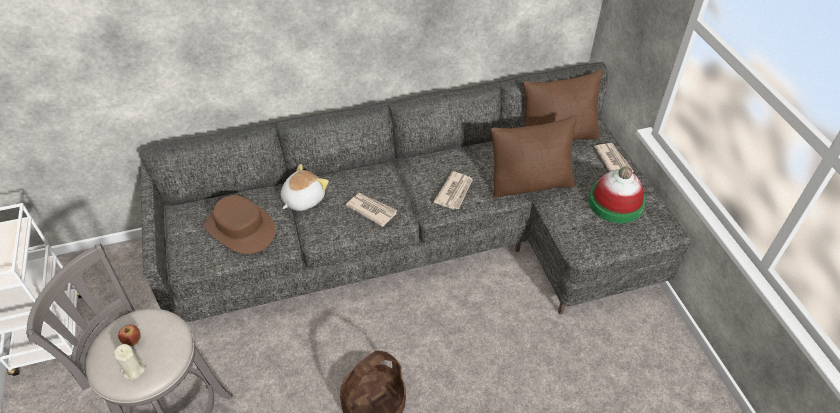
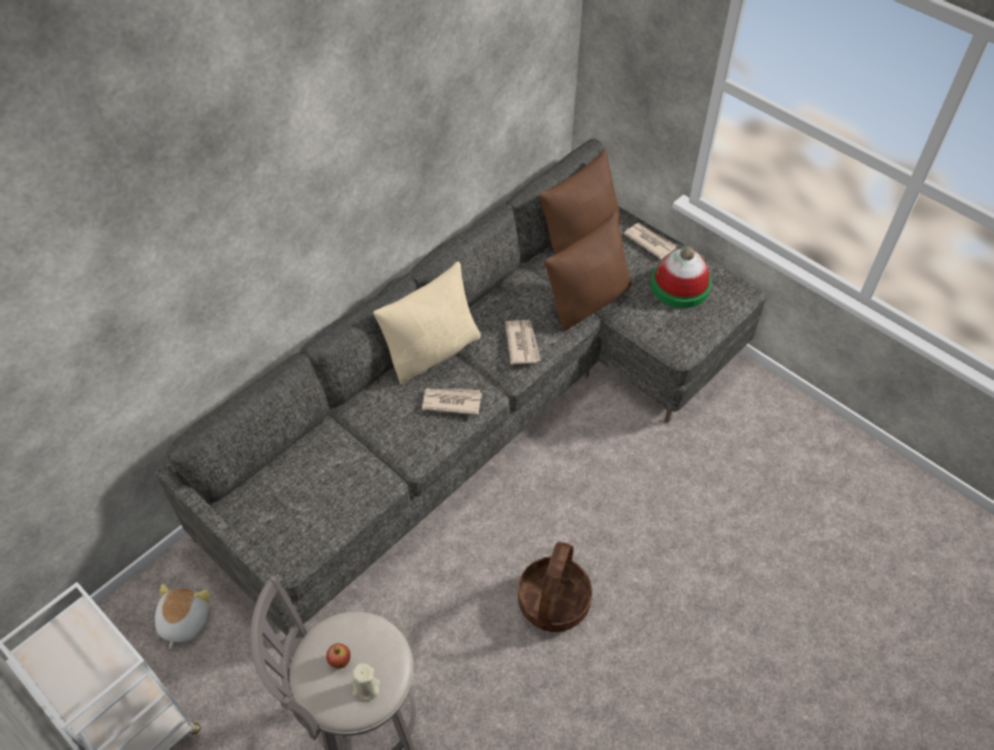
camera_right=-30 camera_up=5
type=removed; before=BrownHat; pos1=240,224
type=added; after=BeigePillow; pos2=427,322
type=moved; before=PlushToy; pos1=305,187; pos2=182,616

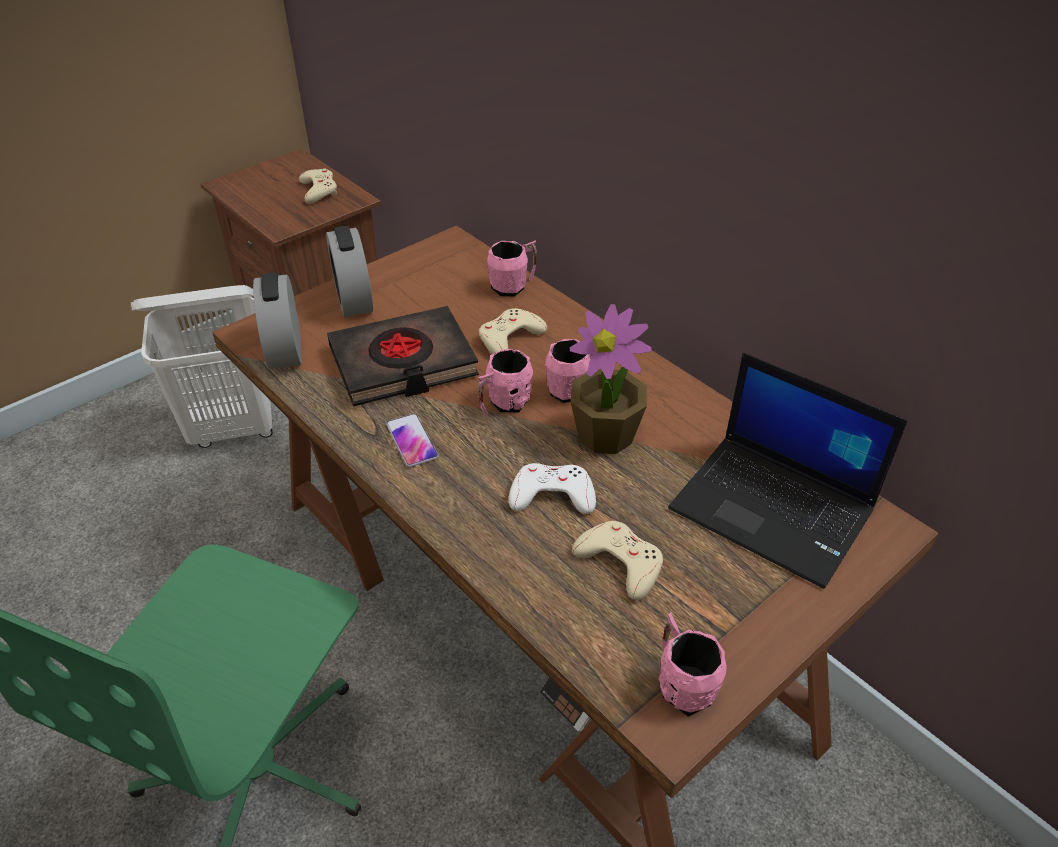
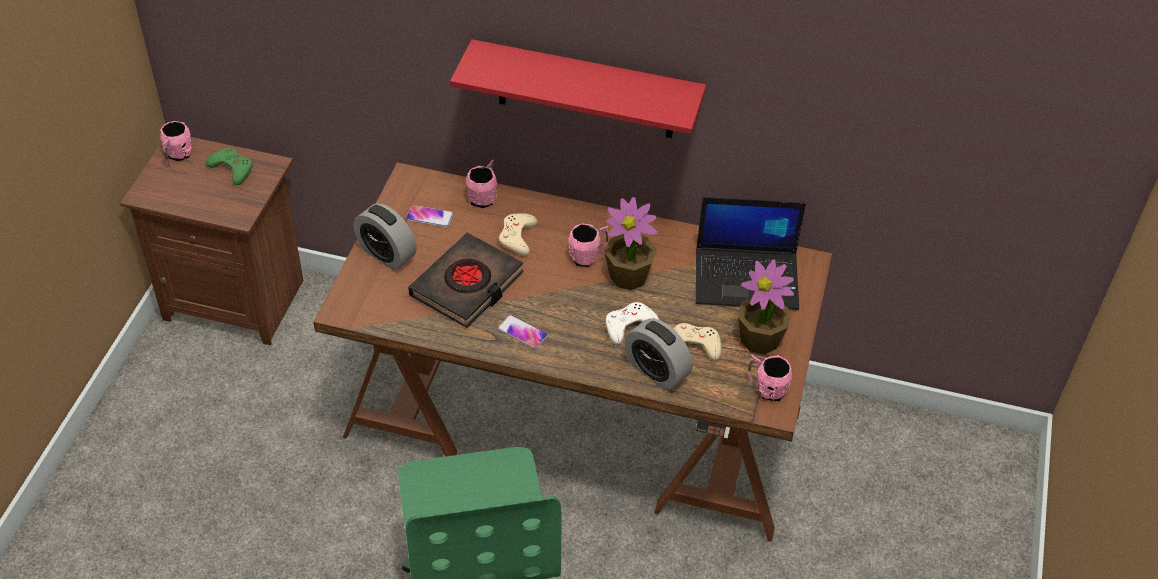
camera_right=-35 camera_up=5
type=removed; before=WhiteLaundryBasket; pos1=202,366
type=added; after=Phone; pos2=430,216
type=added; after=RedShelf; pos2=578,88
type=added; after=PottedPlant; pos2=766,307
type=moved; before=AlarmClock; pos1=277,321; pos2=658,354
type=moved; before=PinkMug; pos1=506,383; pos2=176,144
type=recoloured; before=BeigeGameController; after=GreenGameController; pos1=318,186; pos2=229,166

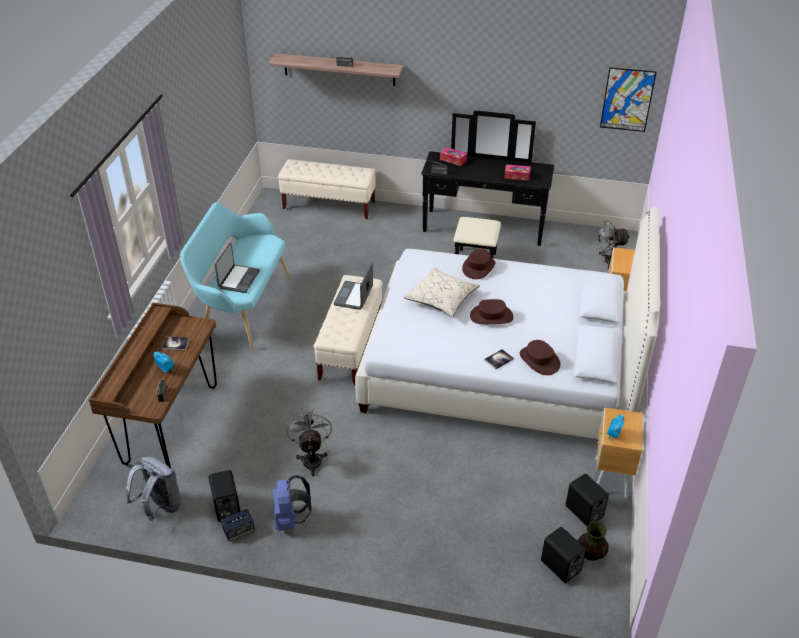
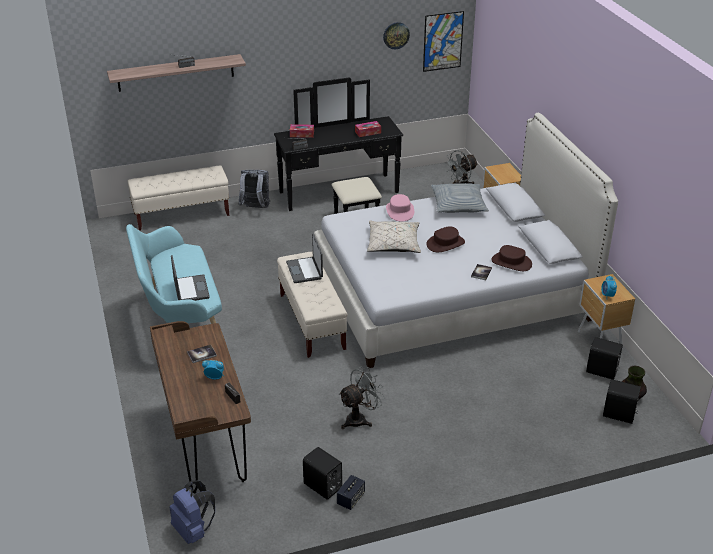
camera_right=-30 camera_up=-5
type=added; after=WallClock; pos2=396,35
type=added; after=Pillow; pos2=460,198
type=moved; before=GreyBackpack; pos1=153,489; pos2=254,189
type=moved; before=BlueBackpack; pos1=292,503; pos2=192,512
type=recoloured; before=BrownHat; after=PinkHat; pos1=478,264; pos2=400,208
type=turned; before=GreyFan; pos1=309,442; pos2=362,398; turn=90

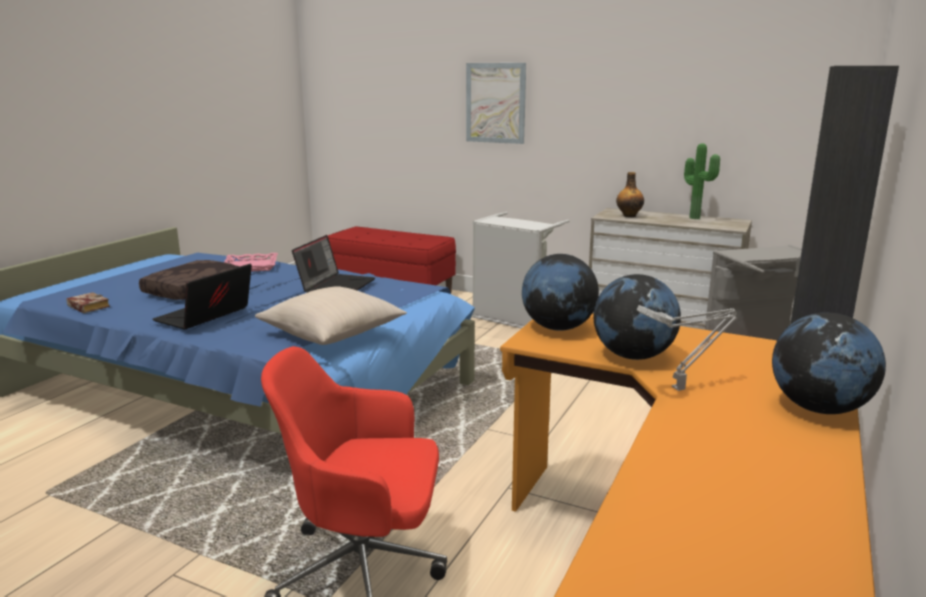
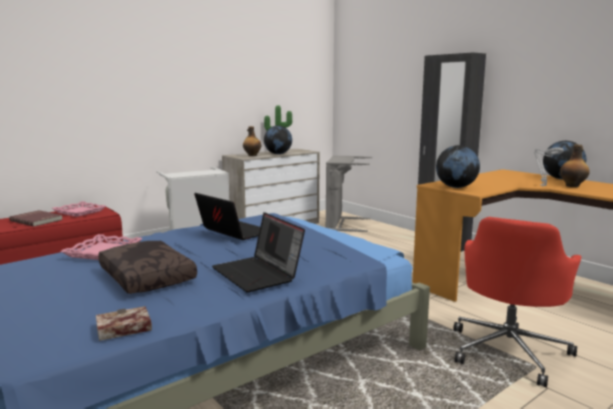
camera_right=-65 camera_up=-5
type=removed; before=BeigePillow; pos1=331,315
type=removed; before=Picture; pos1=496,103
type=added; after=RedBook; pos2=36,218
type=added; after=PinkTray; pos2=79,209
type=added; after=Bottle; pos2=575,165
type=moved; before=Globe; pos1=637,317; pos2=278,139

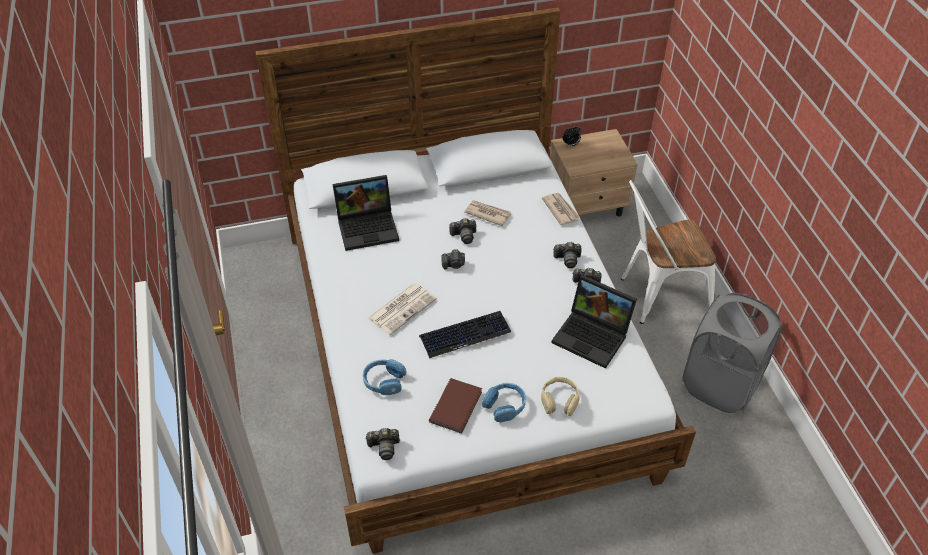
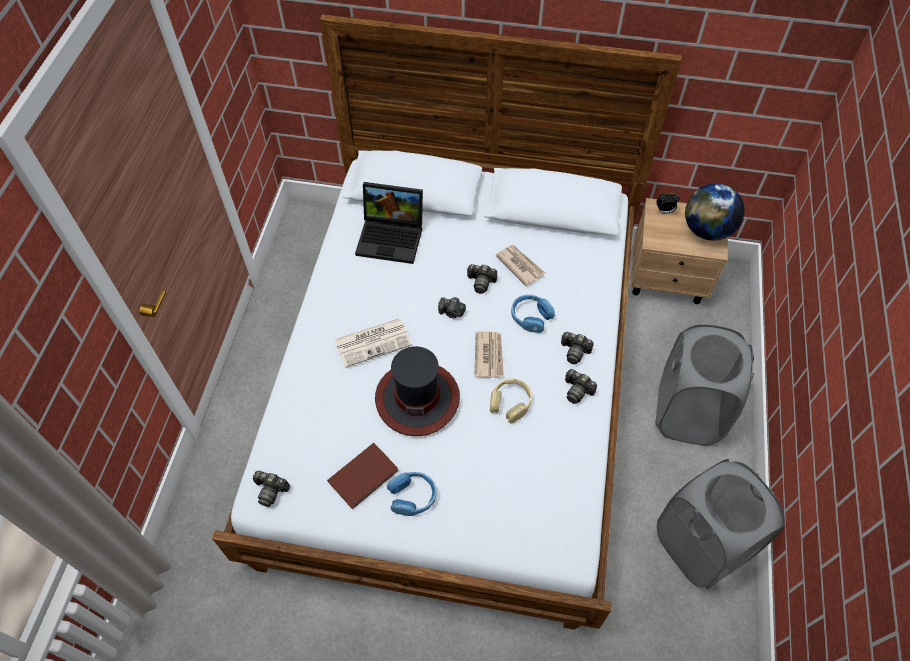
camera_right=25 camera_up=10
type=removed; before=Laptop; pos1=594,322
type=added; after=Globe; pos2=715,212
type=moved; before=BlueHeadphones; pos1=384,377; pos2=533,313
type=moved; before=BeigeHeadphones; pos1=560,396; pos2=511,400
type=moved; before=Newspaper; pos1=561,209; pos2=489,354
type=replaced; before=Keyboard; after=Hat; pos1=465,334; pos2=417,391
type=replaced; before=WhiteChair; after=GreyLaundryBasket; pos1=668,252; pos2=704,385

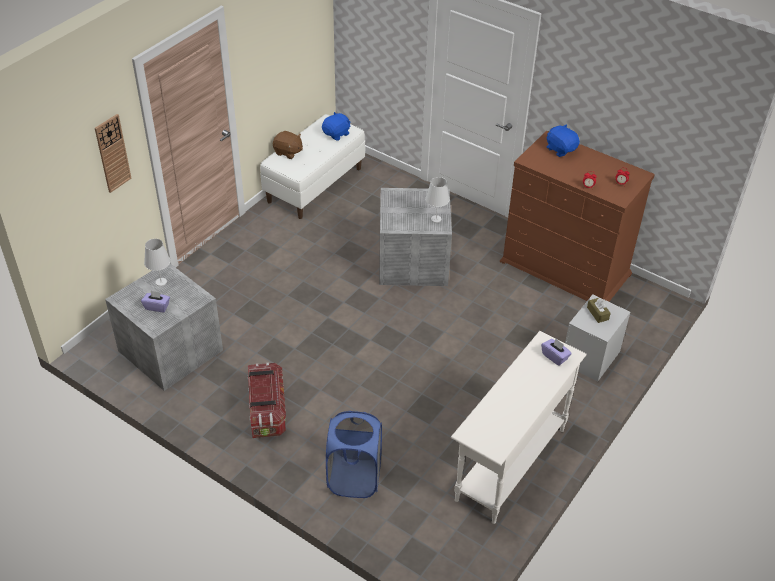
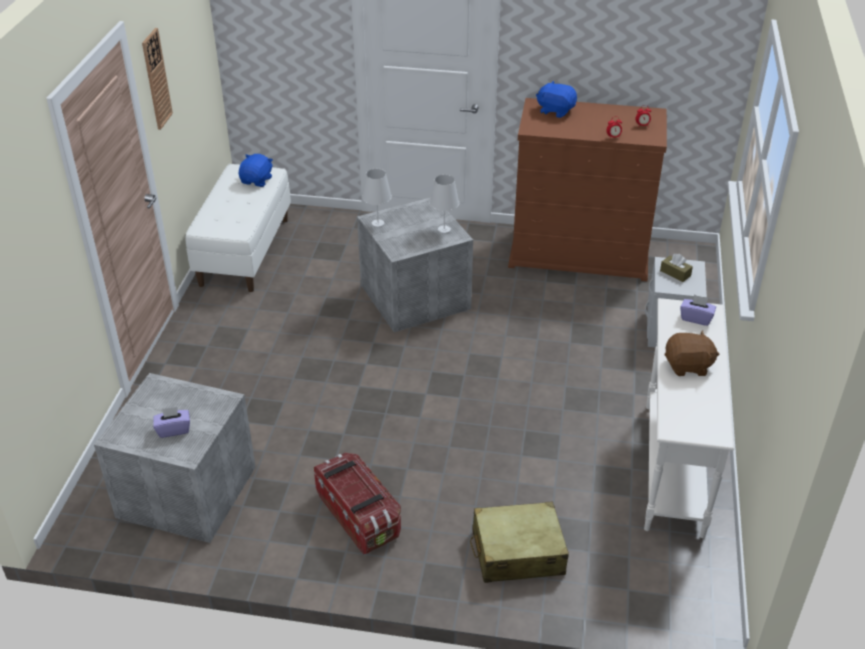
camera_right=-25 camera_up=-5
type=moved; before=WallClock; pos1=113,153; pos2=157,79
type=moved; before=WhiteTableLamp; pos1=157,262; pos2=377,198
type=moved; before=BrownPlushToy; pos1=288,145; pos2=692,353
type=replaced; before=BlueLaundryBasket; after=BeigeSuitcase; pos1=354,454; pos2=519,542

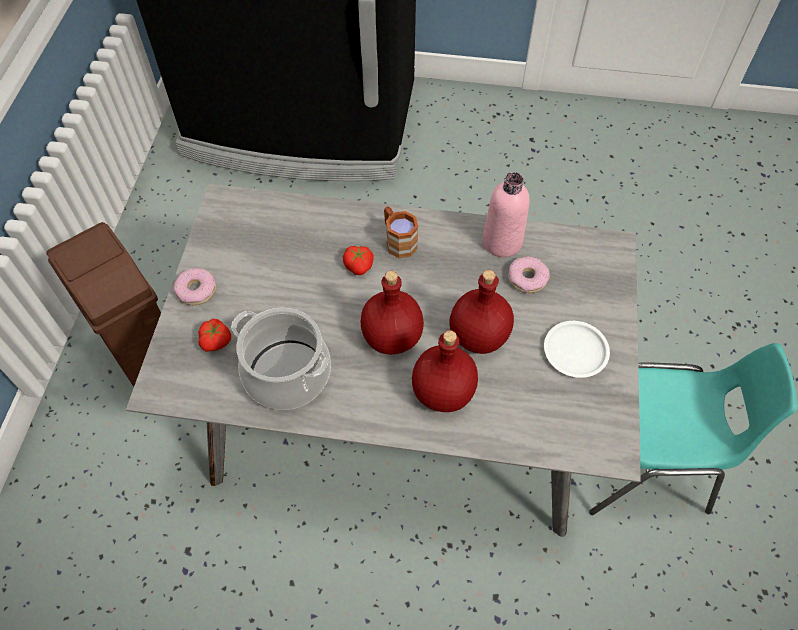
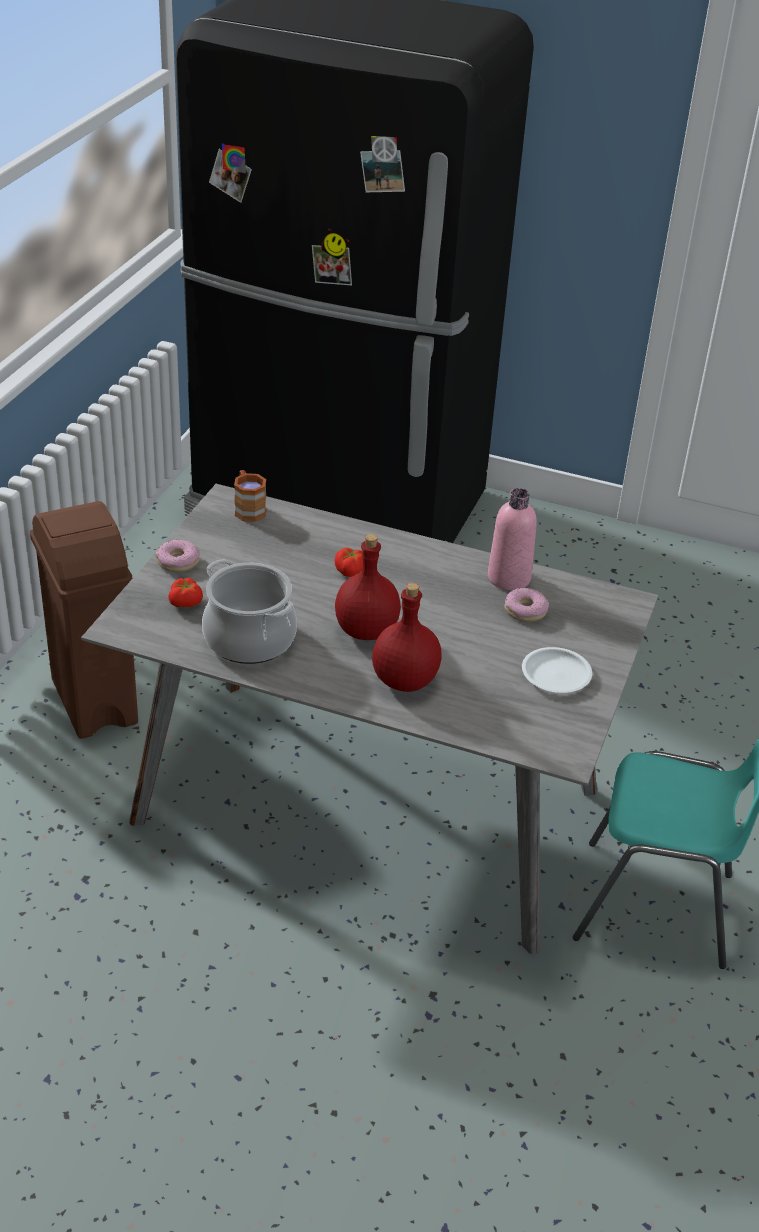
camera_right=10 camera_up=-20
type=removed; before=RedBottle; pos1=481,312
type=moved; before=BrownMug; pos1=401,232; pos2=250,496

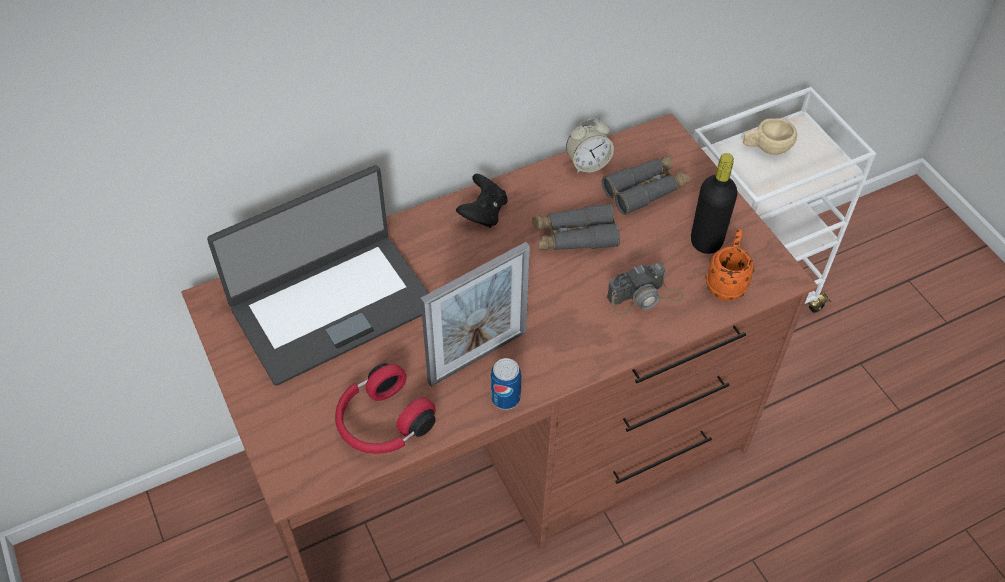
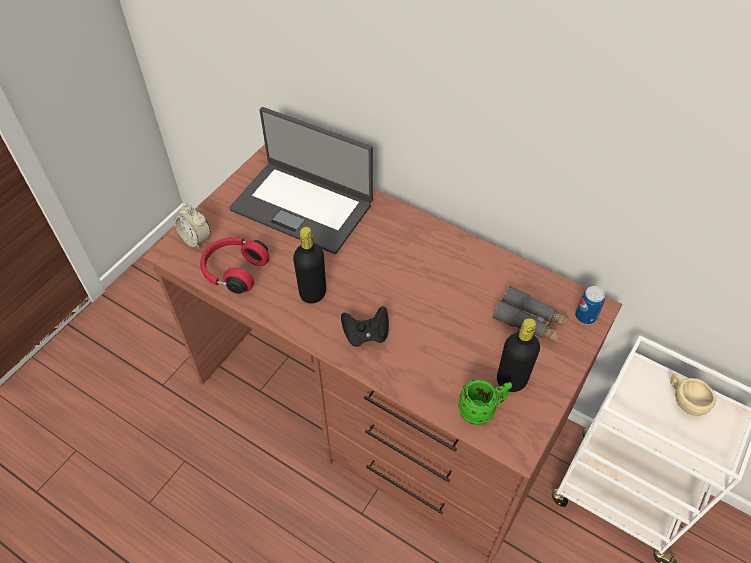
camera_right=60 camera_up=0
type=removed; before=GreyBinoculars; pos1=576,227
type=removed; before=PhotoCamera; pos1=645,289
type=moved; before=BlackGameController; pos1=482,200; pos2=365,326
type=moved; before=Can; pos1=506,384; pos2=590,305
type=moved; before=AlarmClock; pos1=590,145; pos2=192,225
type=replaced; before=PictureFrame; after=BlackBottle; pos1=475,314; pos2=309,265
type=recoloured; before=OrangeMug; after=GreenMug; pos1=729,265; pos2=485,402

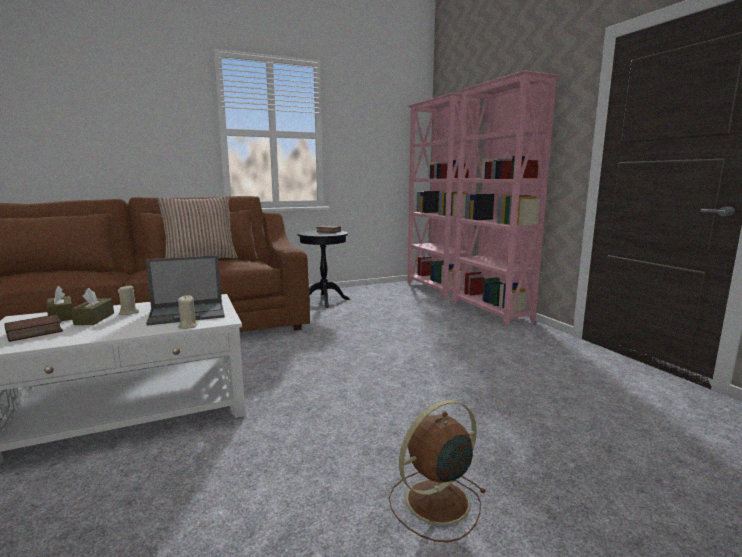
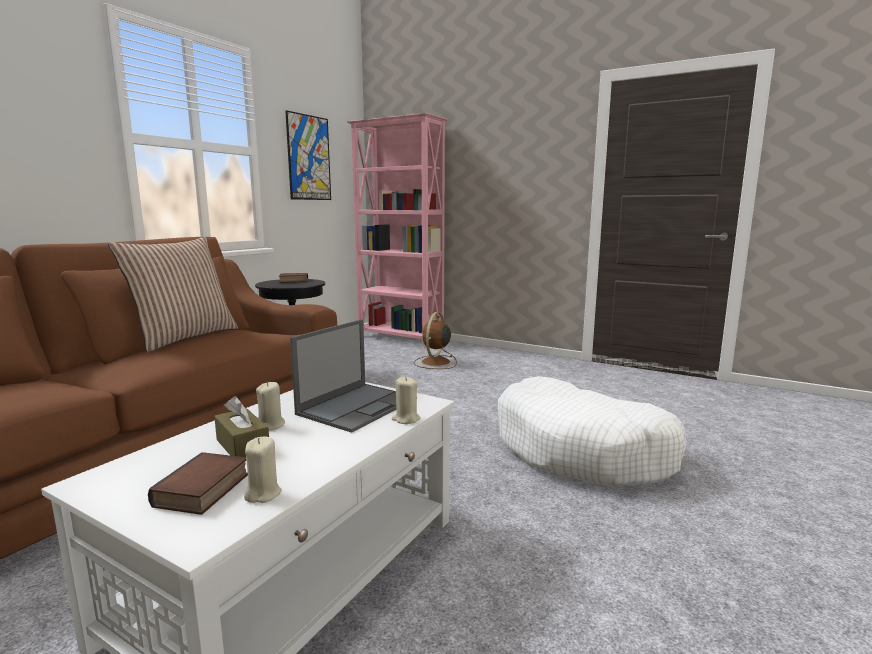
camera_right=-35 camera_up=0
type=removed; before=BrownTissueBox; pos1=59,303
type=removed; before=PinkBookcase; pos1=506,198
type=added; after=BeigeCandle; pos2=263,469
type=added; after=Picture; pos2=308,155
type=added; after=WhiteDogBed; pos2=592,432
type=moved; before=BrownFan; pos1=437,471; pos2=435,340

